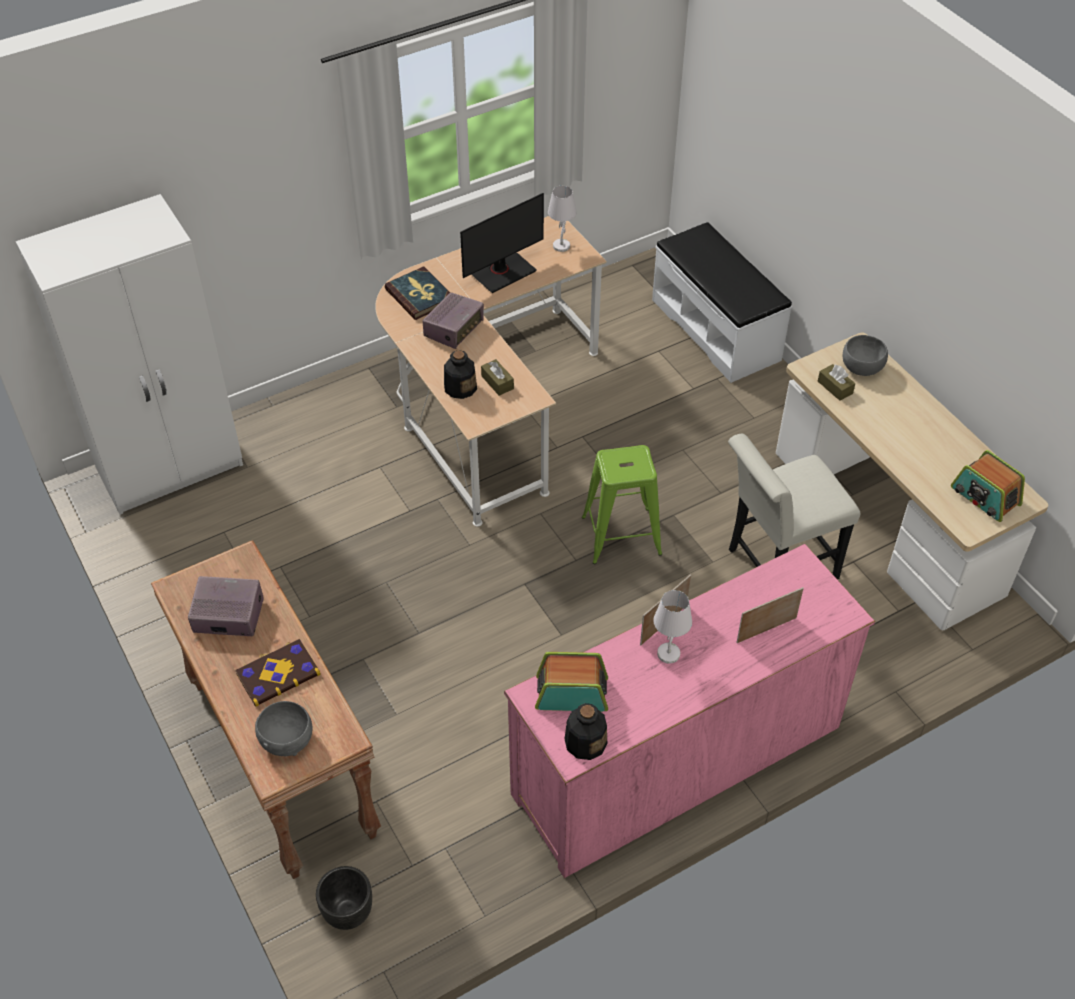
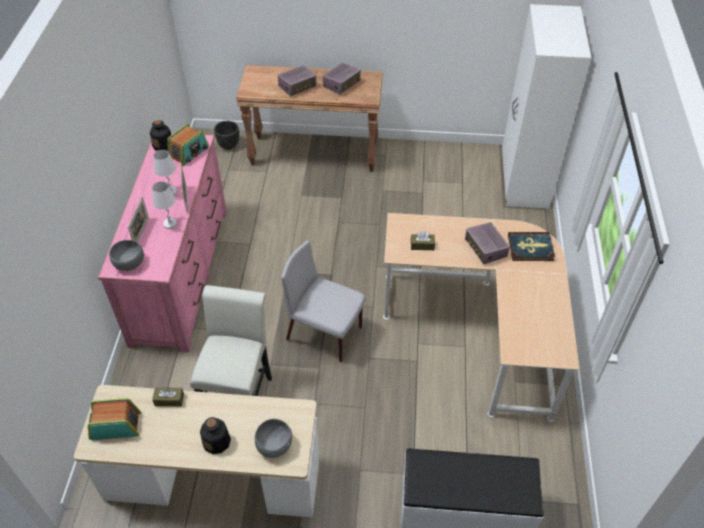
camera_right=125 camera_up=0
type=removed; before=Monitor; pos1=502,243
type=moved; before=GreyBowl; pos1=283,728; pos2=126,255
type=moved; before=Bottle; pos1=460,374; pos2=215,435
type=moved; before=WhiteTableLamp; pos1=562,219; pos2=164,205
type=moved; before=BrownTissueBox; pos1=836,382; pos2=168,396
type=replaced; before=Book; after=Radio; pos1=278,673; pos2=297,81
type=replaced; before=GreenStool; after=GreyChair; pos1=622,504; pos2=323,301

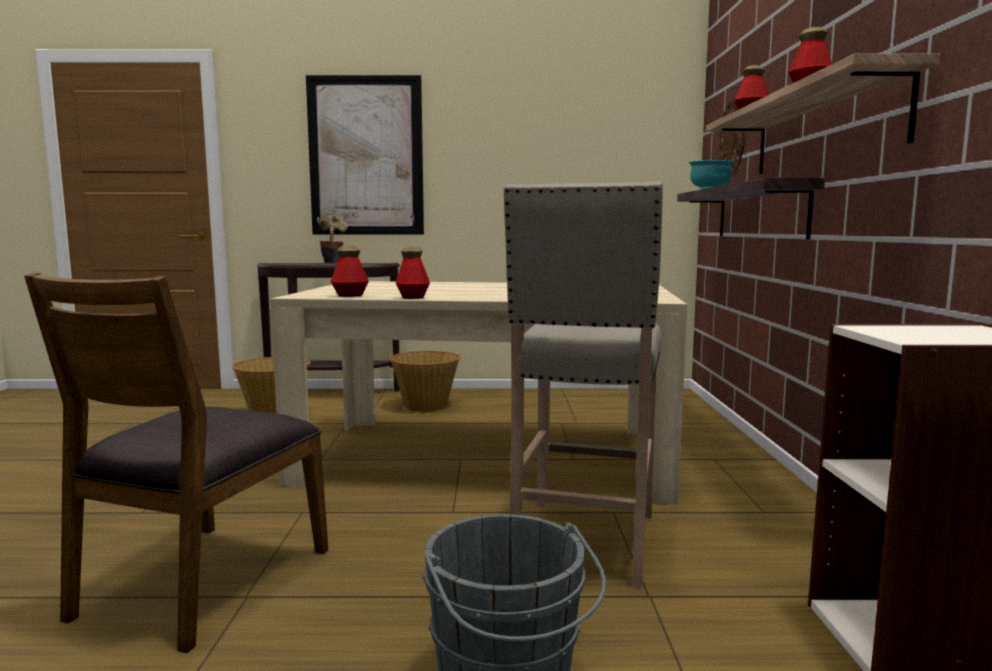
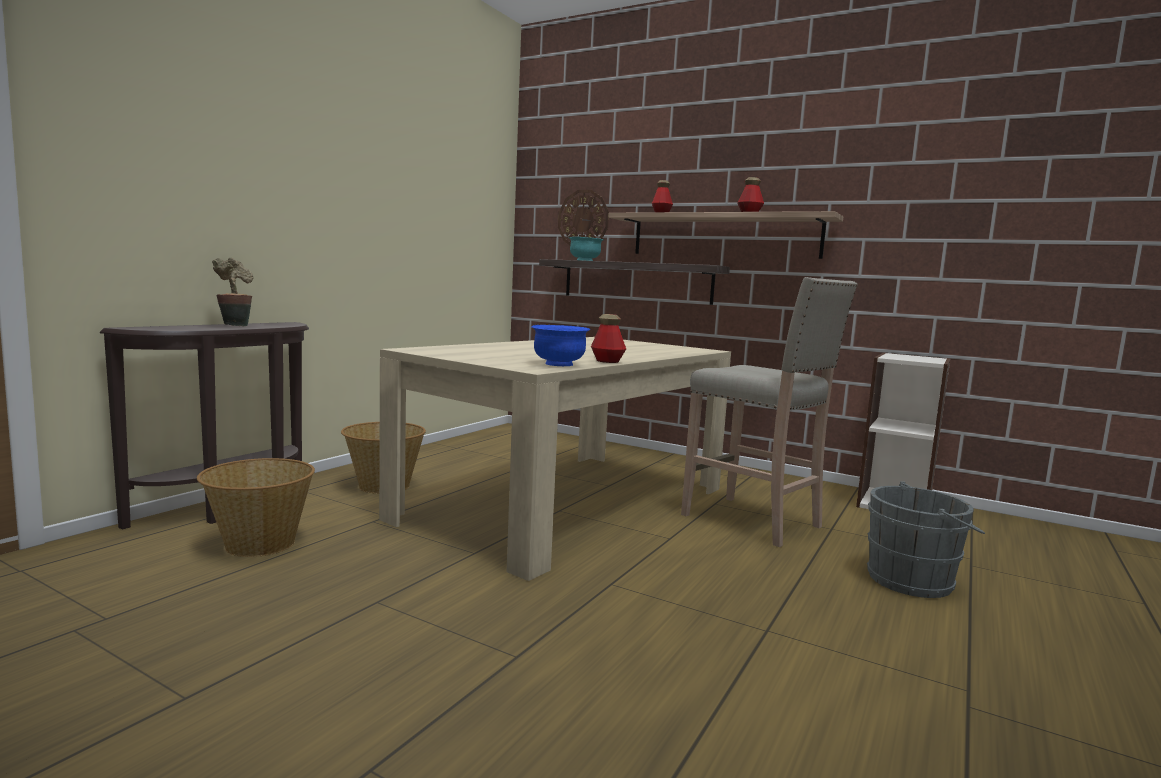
camera_right=-60 camera_up=0
type=removed; before=BrownChair; pos1=176,463
type=removed; before=Picture; pos1=365,155
type=replaced; before=Bottle; after=BlueBowl; pos1=349,271; pos2=560,345

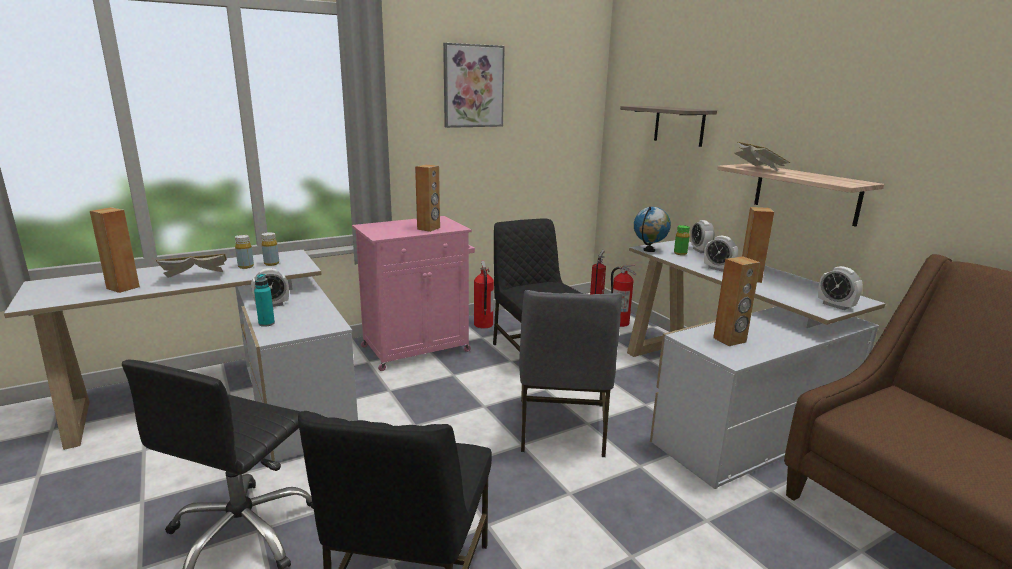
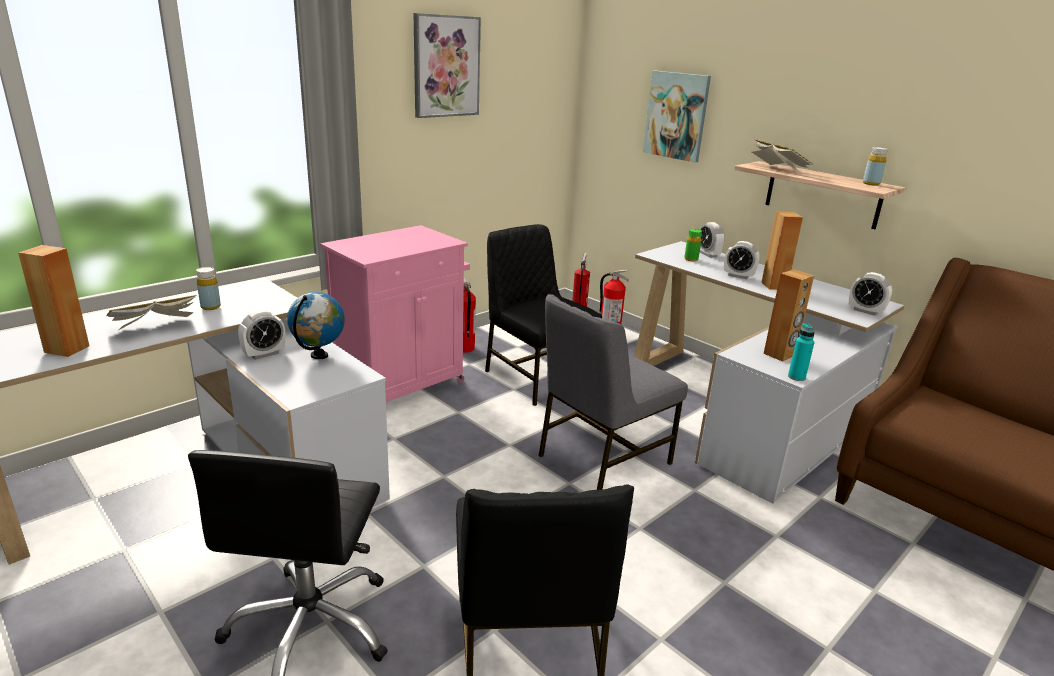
camera_right=-15 camera_up=5
type=removed; before=BrownSpeaker; pos1=427,198
type=moved; before=TurquoiseBottle; pos1=264,300; pos2=801,352
type=moved; before=YellowBottle; pos1=270,249; pos2=875,166
type=moved; before=Globe; pos1=652,229; pos2=316,325
type=replaced; before=Shelf; after=Picture; pos1=668,126; pos2=677,116
type=turned; before=GreyChair; pos1=570,373; pos2=613,392; turn=60

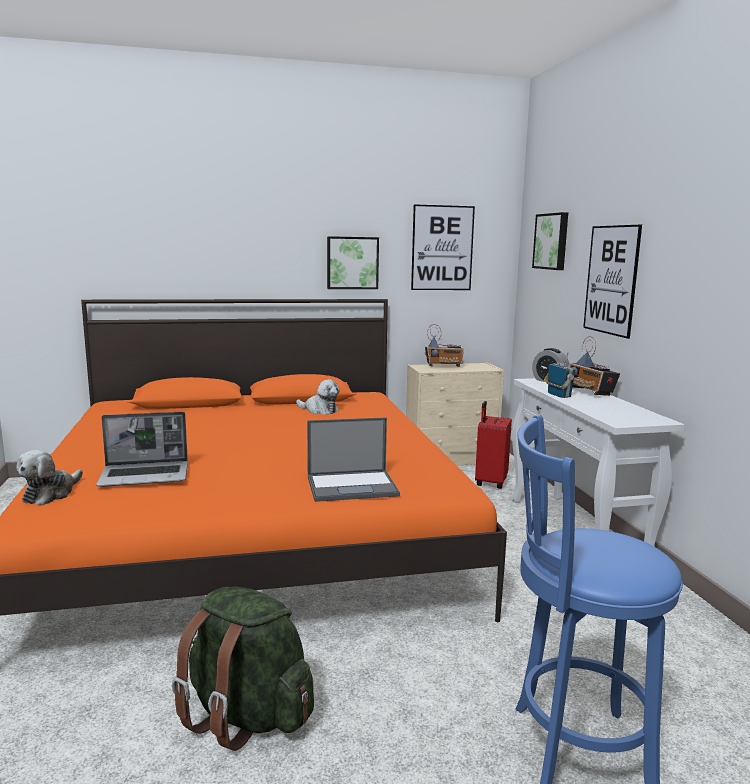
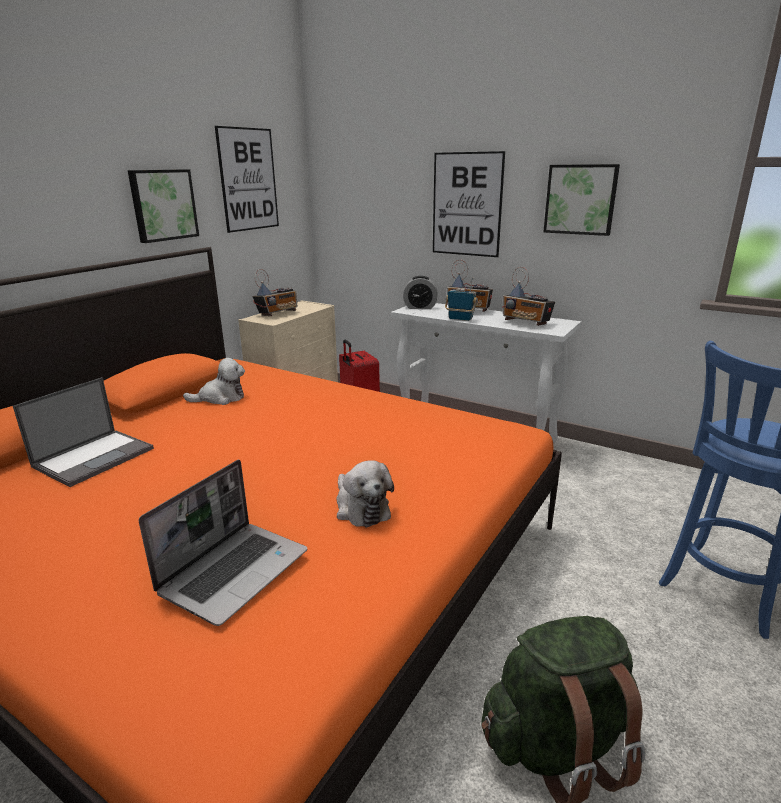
camera_right=-45 camera_up=10
type=added; after=Radio; pos2=528,296
type=moved; before=PlushToy; pos1=49,477; pos2=365,493
type=moved; before=Laptop; pos1=353,459; pos2=83,432
type=moved; before=Picture; pos1=550,241; pos2=581,200

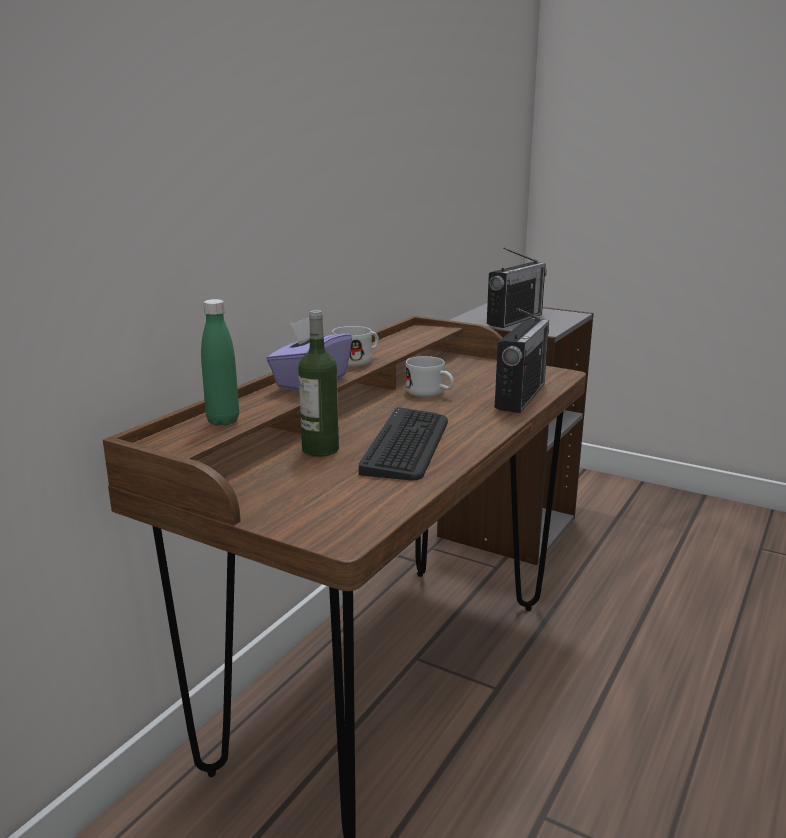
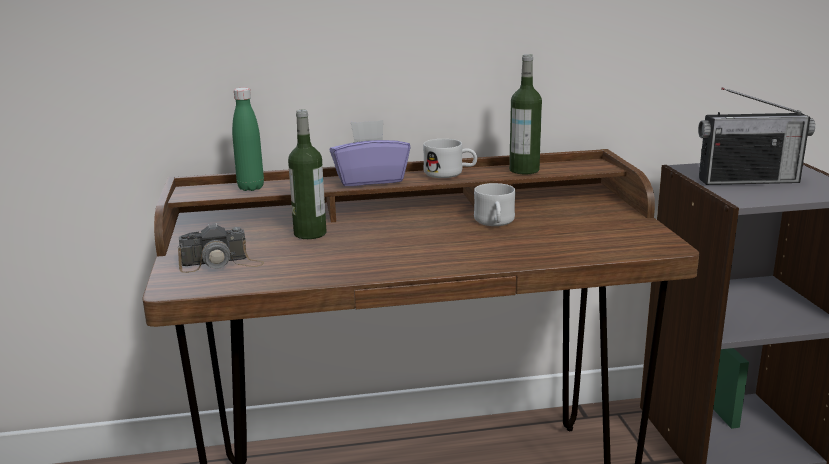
camera_right=50 camera_up=0
type=removed; before=Keyboard; pos1=403,444
type=removed; before=Radio; pos1=522,360
type=added; after=PhotoCamera; pos2=221,248
type=added; after=Bottle; pos2=525,114

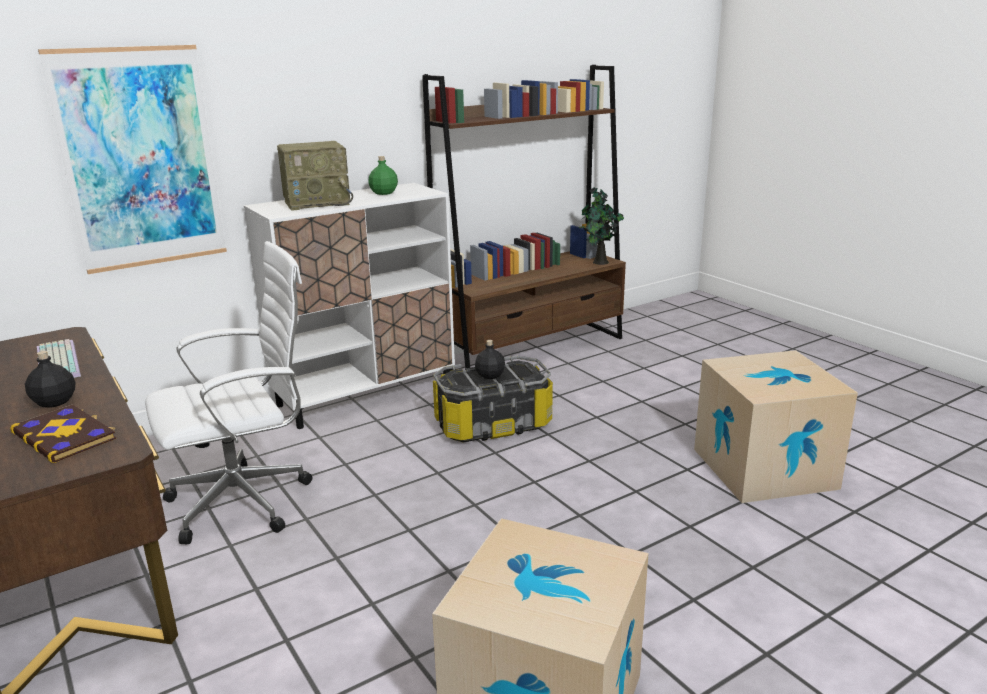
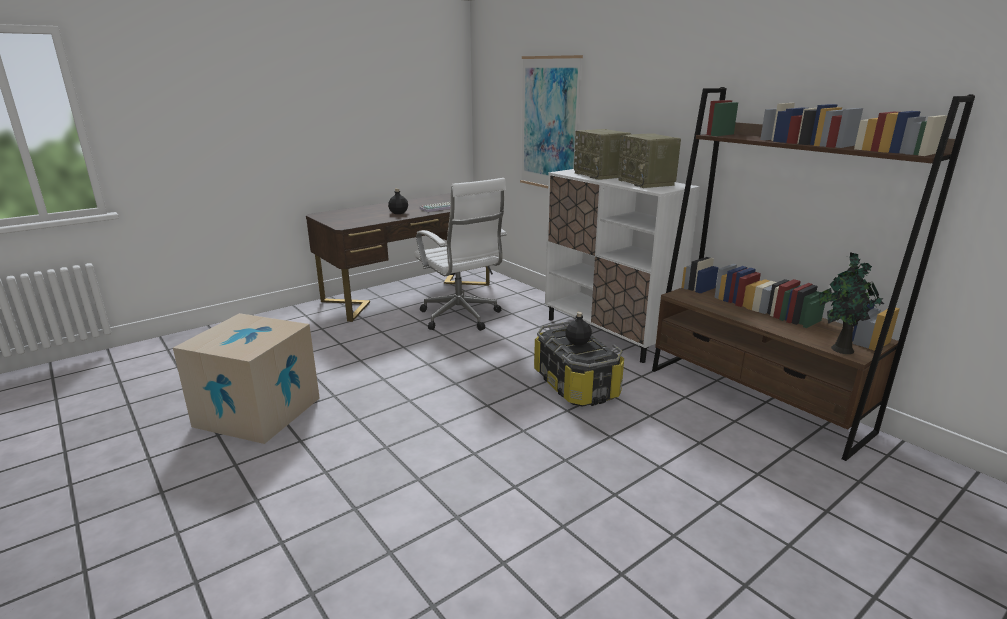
camera_right=85 camera_up=0
type=removed; before=Book; pos1=63,434
type=removed; before=CardboardBox; pos1=776,426
type=replaced; before=GreenBottle; after=Radio; pos1=383,175; pos2=649,160

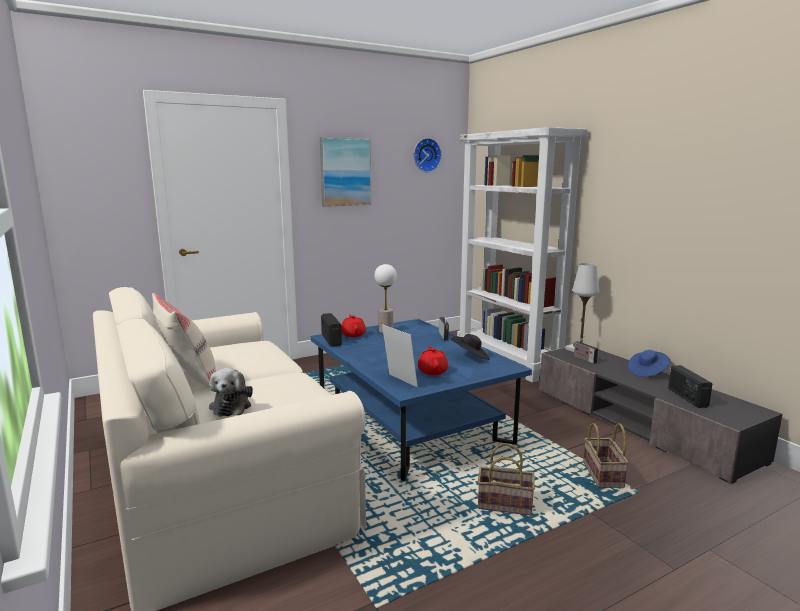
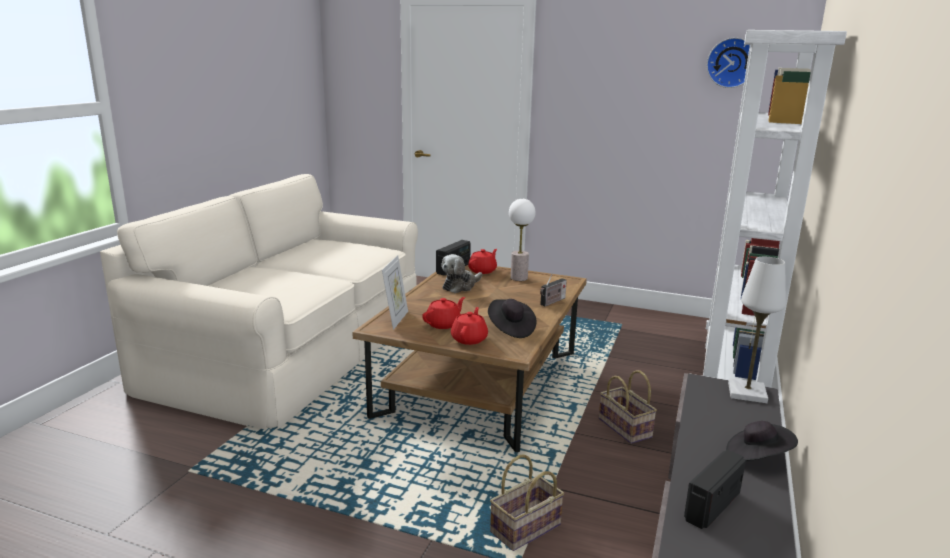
camera_right=50 camera_up=5
type=removed; before=BeigePillow; pos1=184,340
type=removed; before=Picture; pos1=345,172
type=removed; before=Radio; pos1=585,350
type=added; after=RedTeapot; pos2=469,326
type=moved; before=PlushToy; pos1=231,392; pos2=461,273
type=moved; before=Basket; pos1=506,479; pos2=628,407
type=recoloured; before=BlueCoffeeTable; after=BrownCoffeeTable; pos1=421,400; pos2=469,359
type=recoloured; before=BlueHat; after=BlackHat; pos1=649,363; pos2=762,441

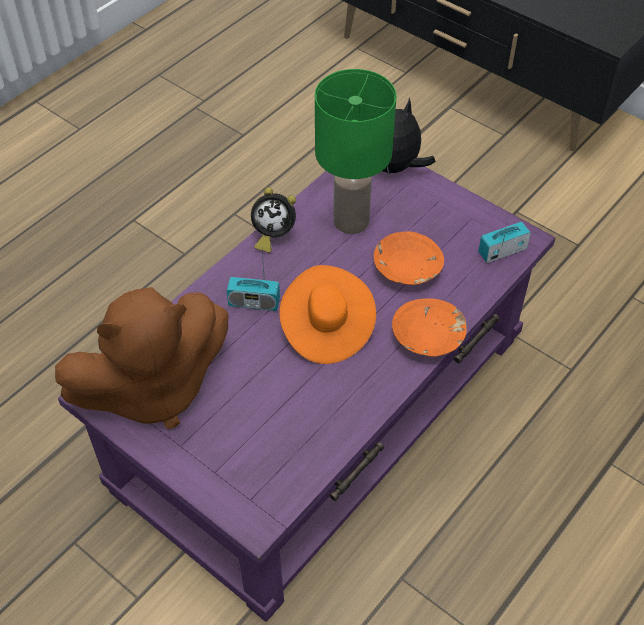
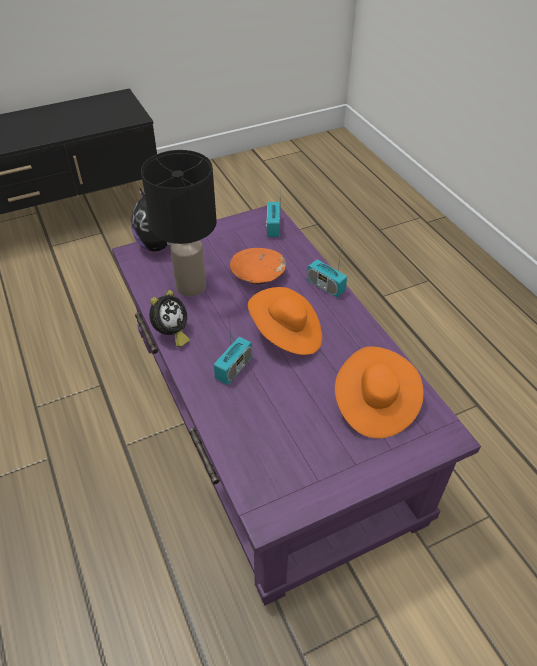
camera_right=-65 camera_up=-5
type=removed; before=BrownPlushToy; pos1=141,358
type=added; after=OrangeHat; pos2=379,392
type=replaced; before=OrangeBowl; after=Radio; pos1=429,327; pos2=327,269
type=recoloured; before=GreenTableLamp; after=BlackTableLamp; pos1=356,151; pos2=179,223

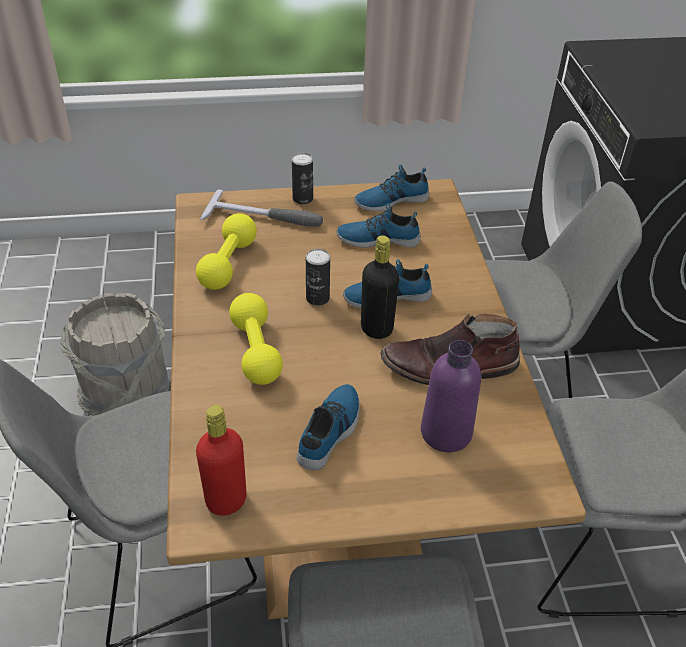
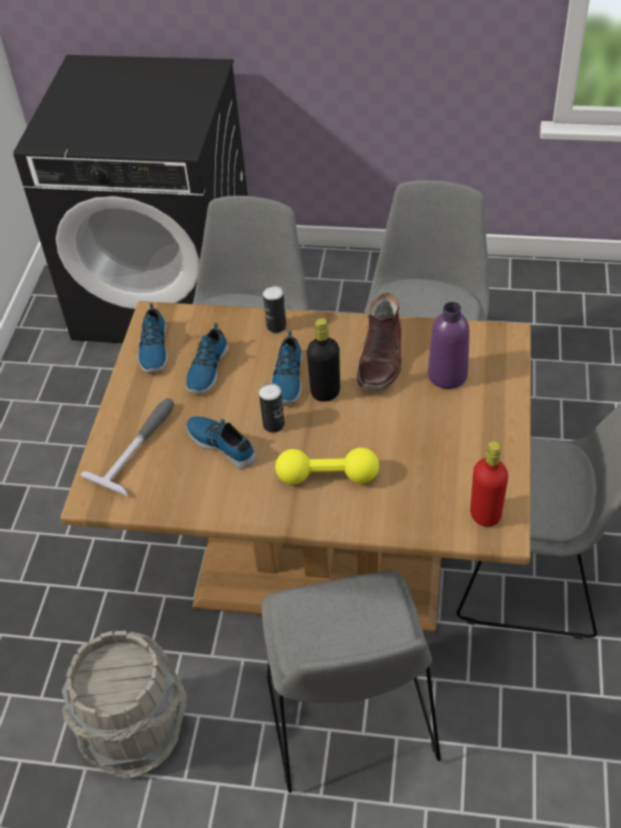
camera_right=-70 camera_up=5
type=removed; before=YellowDumbbell; pos1=226,251
type=moved; before=Can; pos1=302,178; pos2=274,309
type=moved; before=Shoe; pos1=328,427; pos2=221,442

